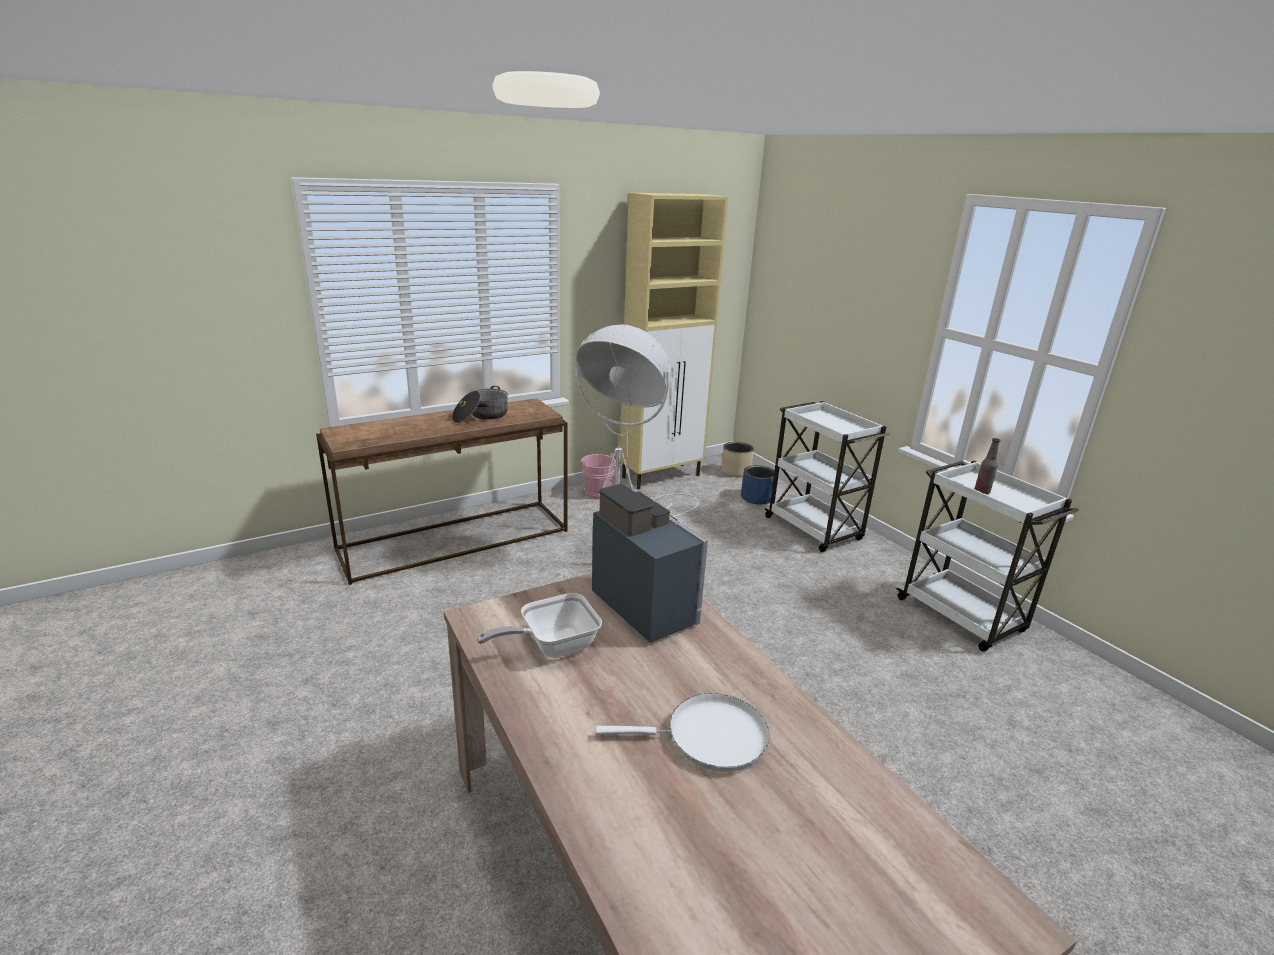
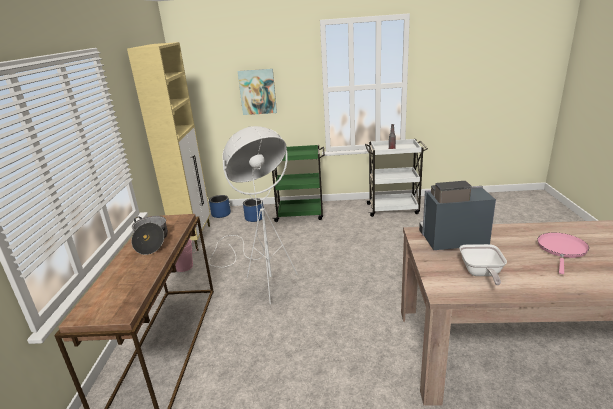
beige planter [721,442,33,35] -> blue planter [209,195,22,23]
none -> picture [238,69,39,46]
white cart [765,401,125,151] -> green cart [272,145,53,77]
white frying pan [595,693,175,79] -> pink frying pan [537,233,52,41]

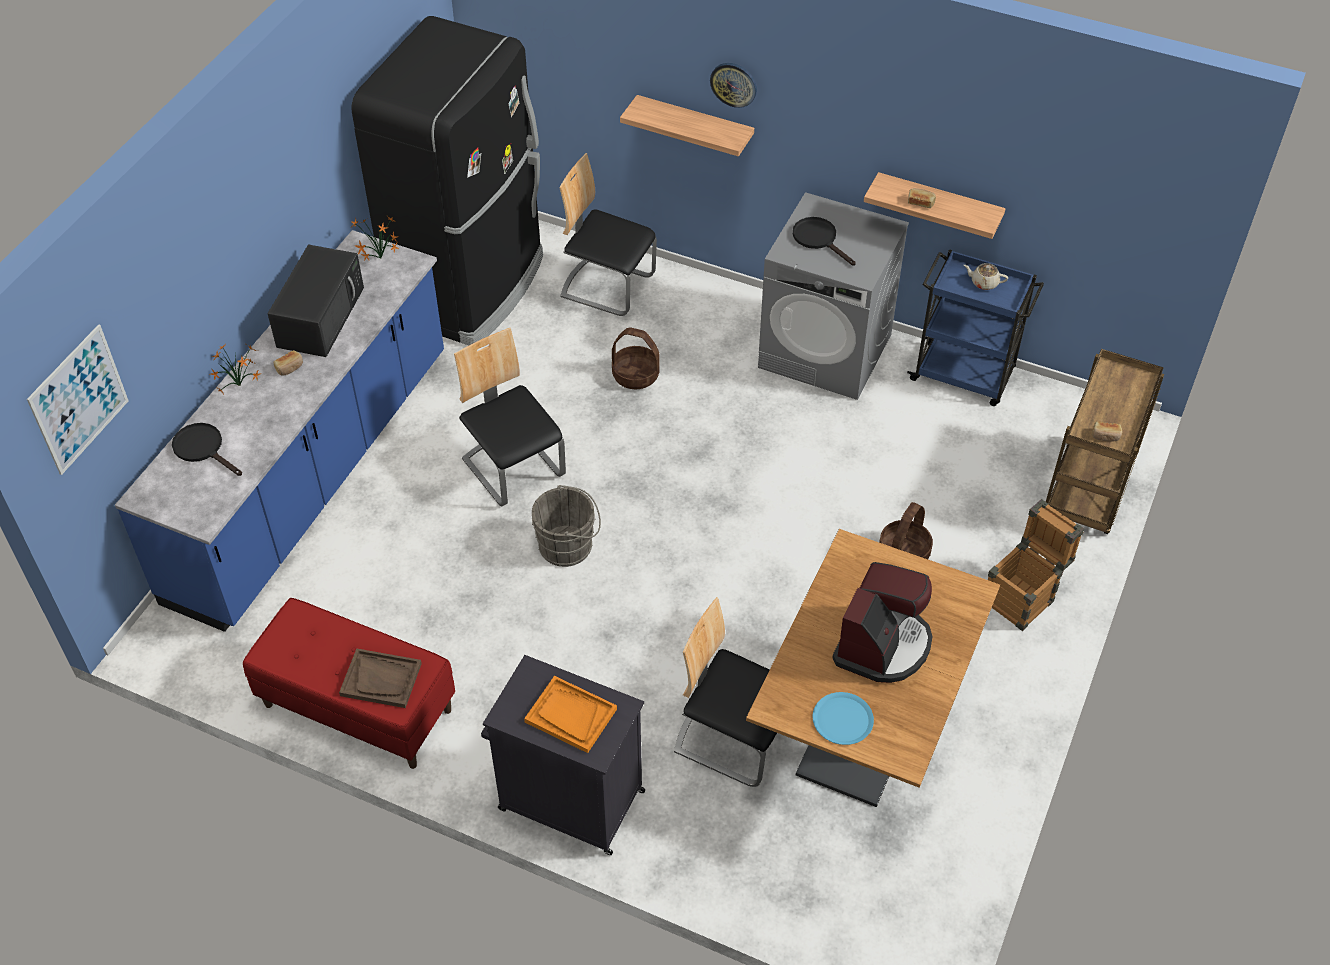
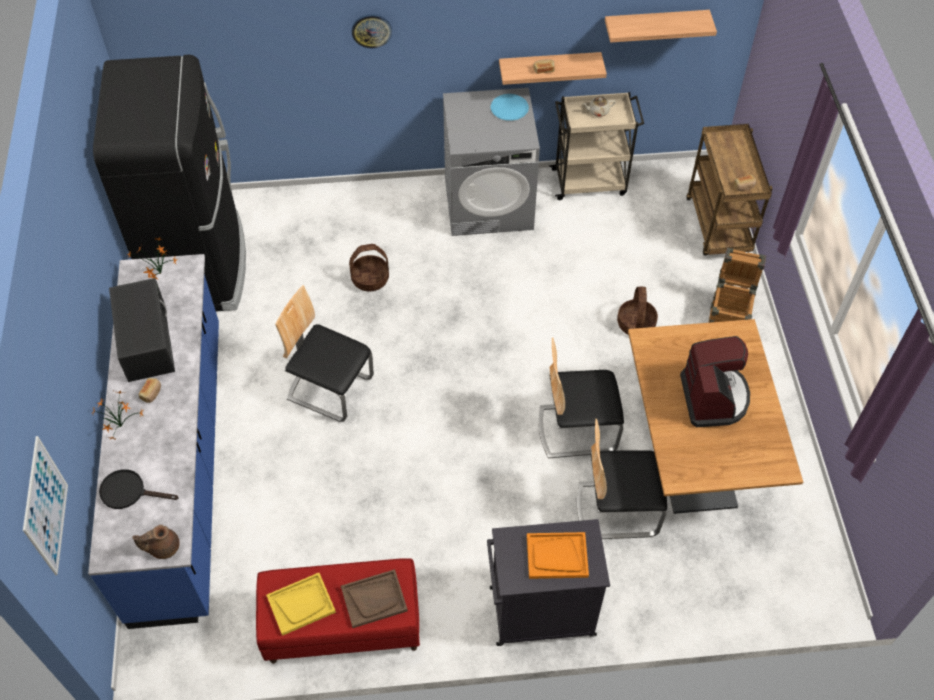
none -> brown teapot [133,525,47,34]
none -> yellow tray [266,573,70,63]
blue plate [813,692,61,53] -> blue plate [491,94,38,27], shifted
chair [559,153,98,163] -> chair [538,337,86,121], shifted
blue cart [907,249,137,157] -> beige cart [549,92,95,108]
shelf [620,95,134,61] -> shelf [605,10,112,33], shifted
grey bucket [532,485,69,82] -> none
black frying pan [793,217,63,48] -> none

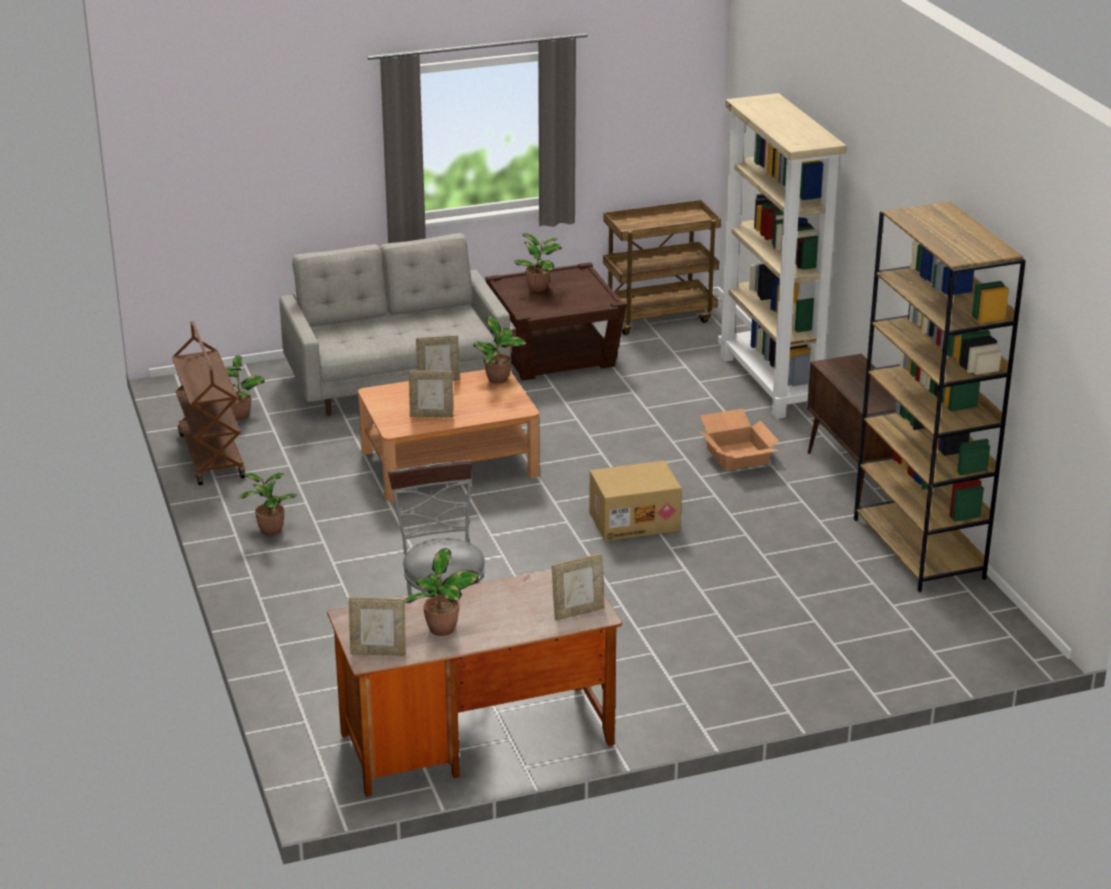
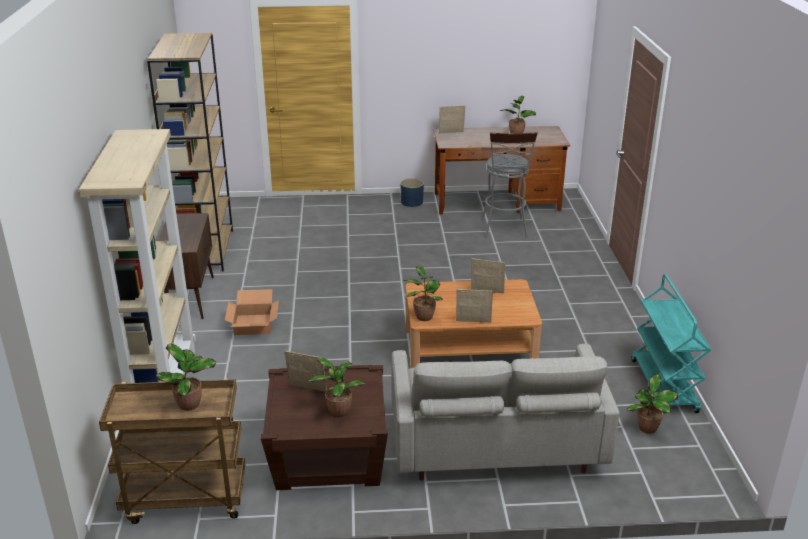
potted plant [238,473,59,63] -> potted plant [156,344,60,67], shifted
picture frame [349,597,57,59] -> picture frame [284,350,43,42], shifted
none -> blue planter [400,178,24,29]
brown cart [172,321,73,164] -> turquoise cart [632,274,79,139]
cardboard box [589,461,93,80] -> none

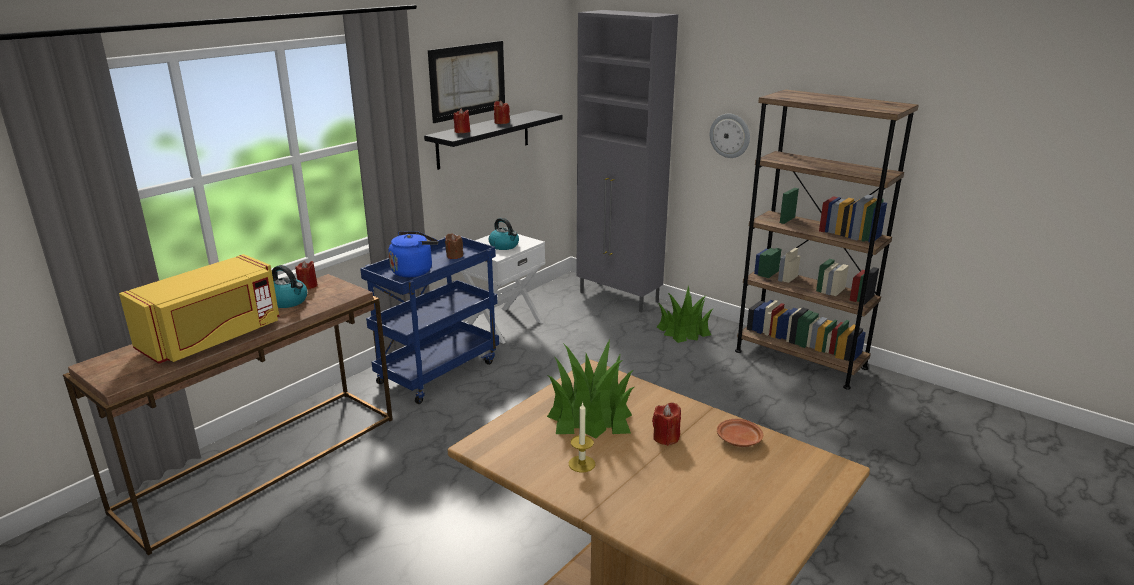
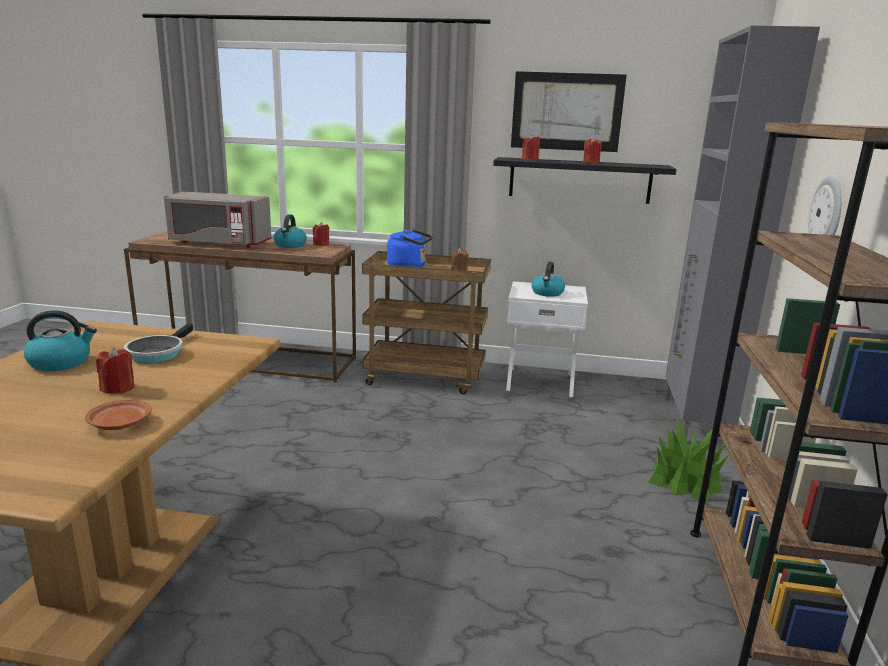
candle [569,402,26,70] -> kettle [24,310,73,61]
potted plant [547,339,87,99] -> frying pan [124,323,69,41]
yellow microwave [119,254,160,110] -> grey microwave [164,192,108,56]
blue cart [360,235,139,169] -> brown cart [362,251,129,143]

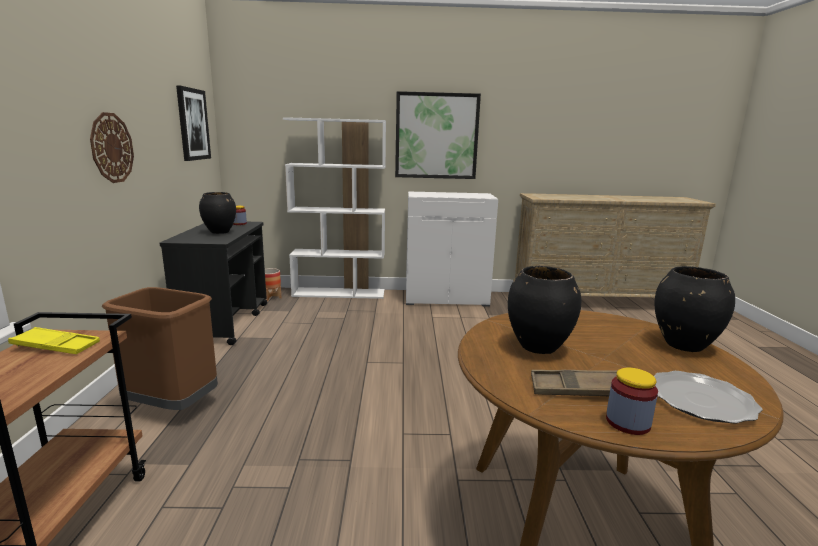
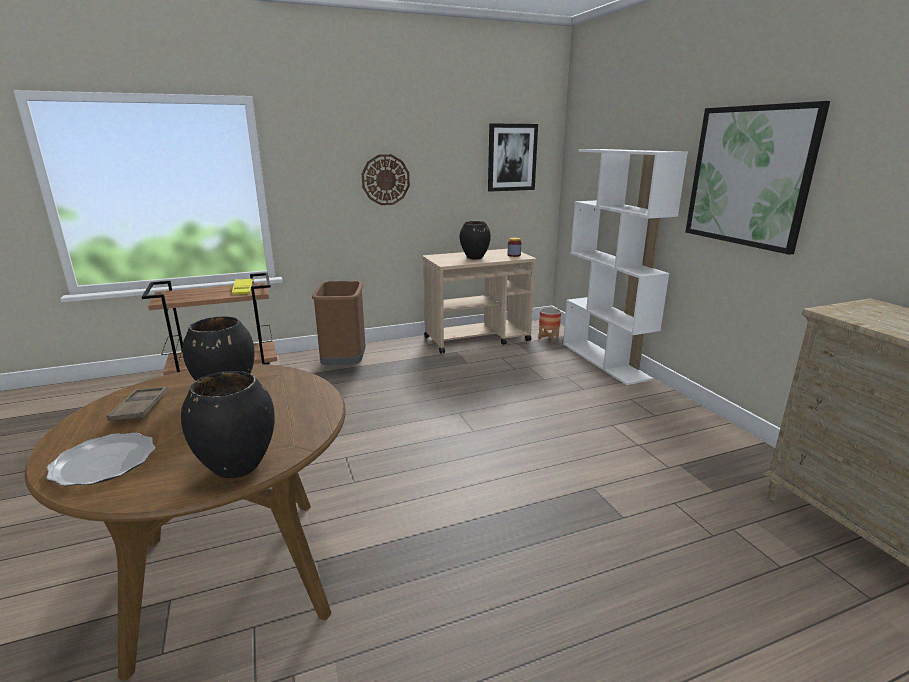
black cart [160,222,108,123] -> beige cart [423,249,114,105]
white cabinet [406,191,92,116] -> none
jar [606,367,52,68] -> none

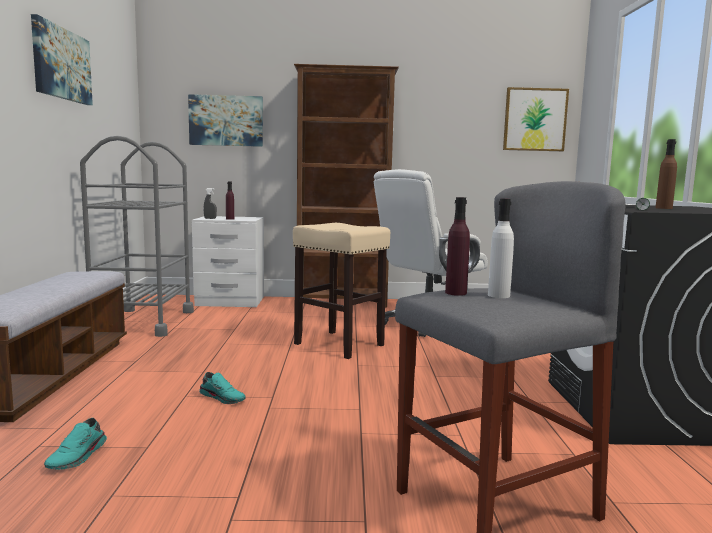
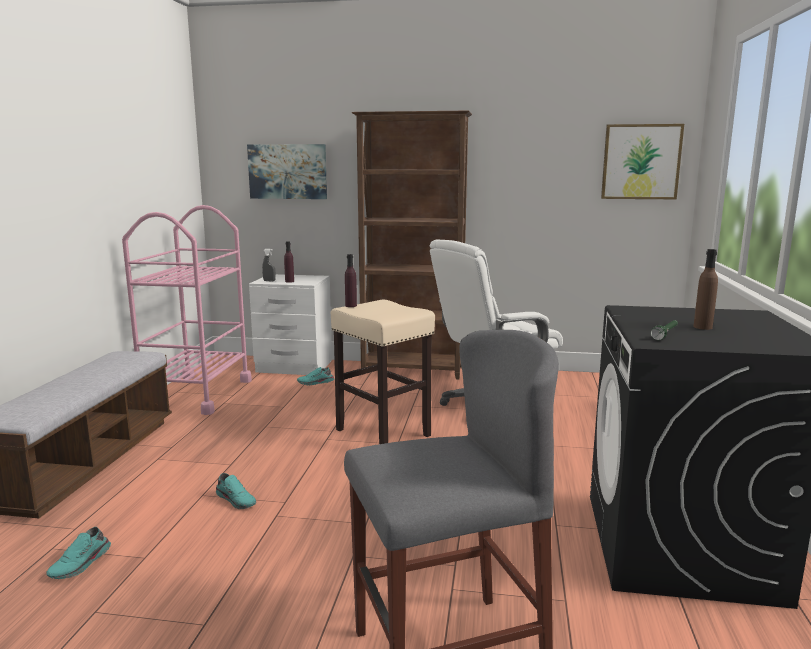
grey cart [80,136,114,201] -> pink cart [122,205,130,210]
none -> turquoise shoe [297,367,38,18]
purple bottle [445,197,25,99] -> purple bottle [345,254,12,53], shifted
picture [31,14,62,91] -> none
white bottle [488,198,26,100] -> none

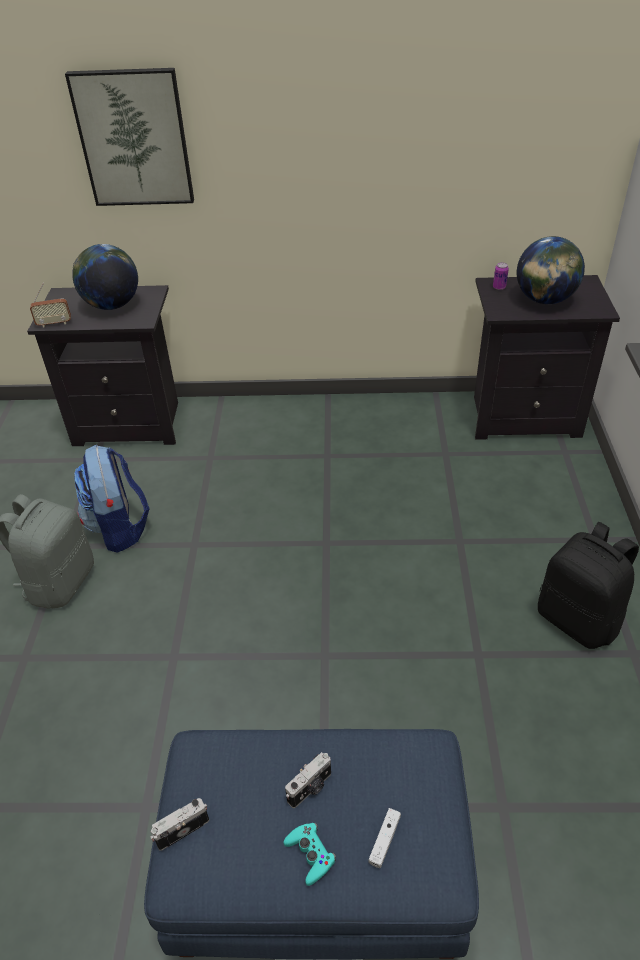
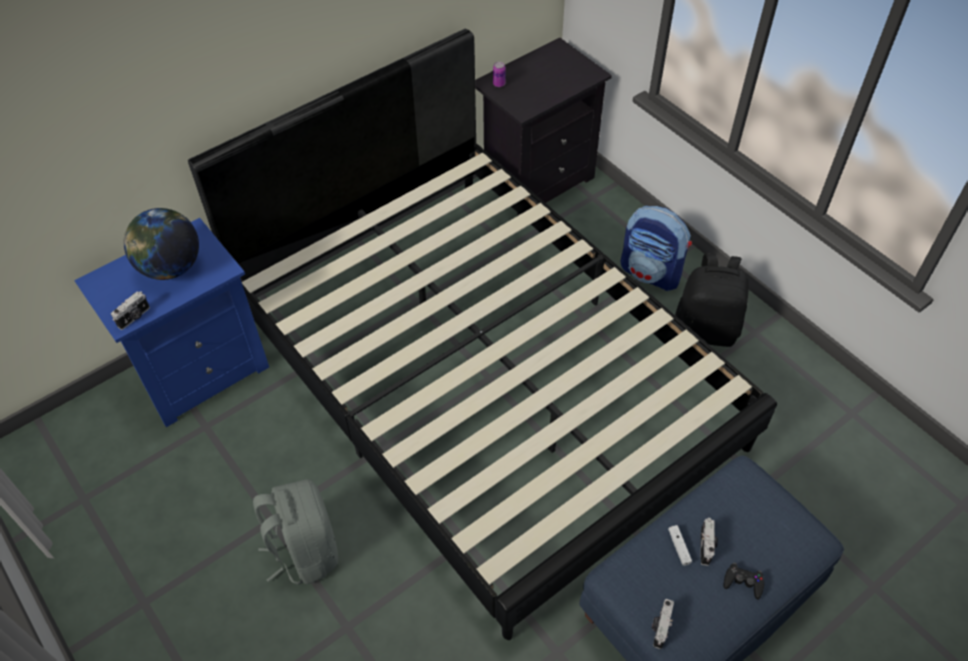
black nightstand [27,285,151,161] -> blue nightstand [74,218,195,209]
radio [30,283,41,44] -> photo camera [111,291,39,39]
none -> black bed [188,29,589,611]
backpack [74,445,76,108] -> backpack [620,206,72,85], shifted
white game controller [368,808,33,60] -> white game controller [668,525,24,41], shifted
turquoise game controller [283,823,53,63] -> black game controller [723,563,41,37]
picture [65,68,129,138] -> none
globe [517,236,68,68] -> none

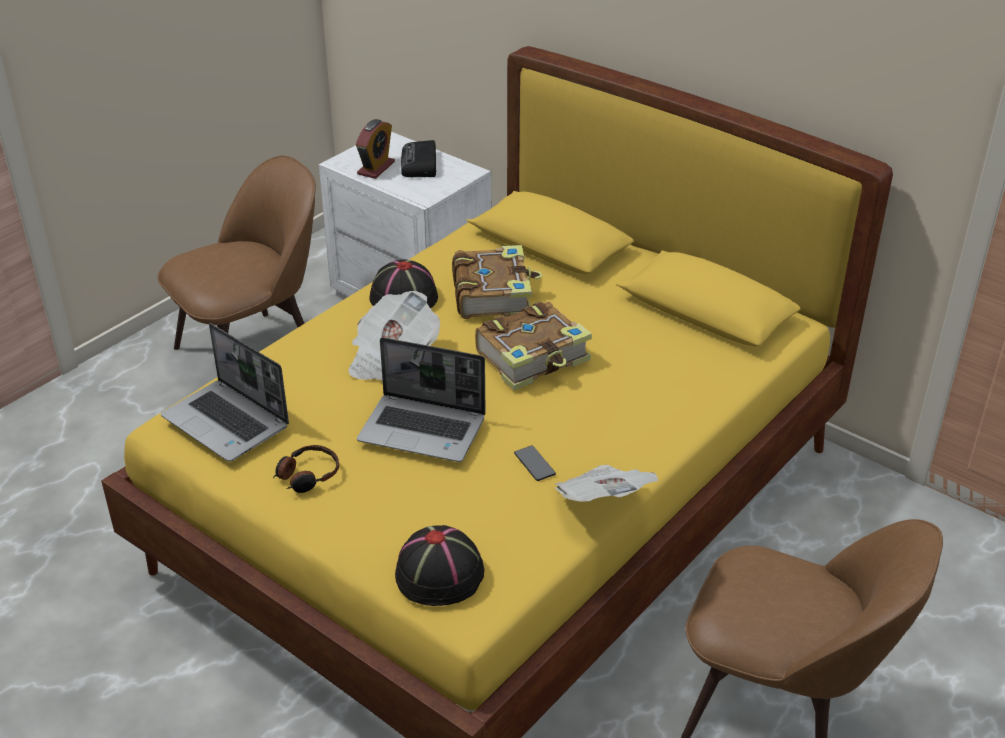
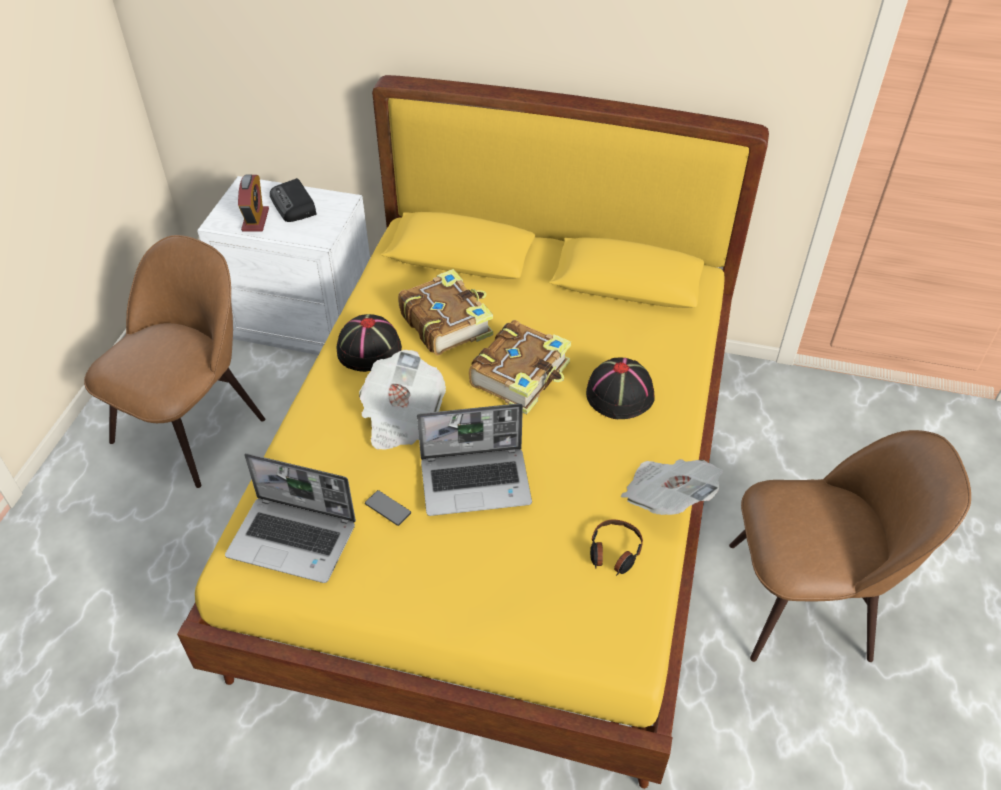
phone [514,445,42,36] -> phone [365,490,46,36], shifted
black hat [395,525,90,81] -> black hat [586,358,69,61], shifted
headphones [273,445,66,48] -> headphones [590,520,53,56], shifted

